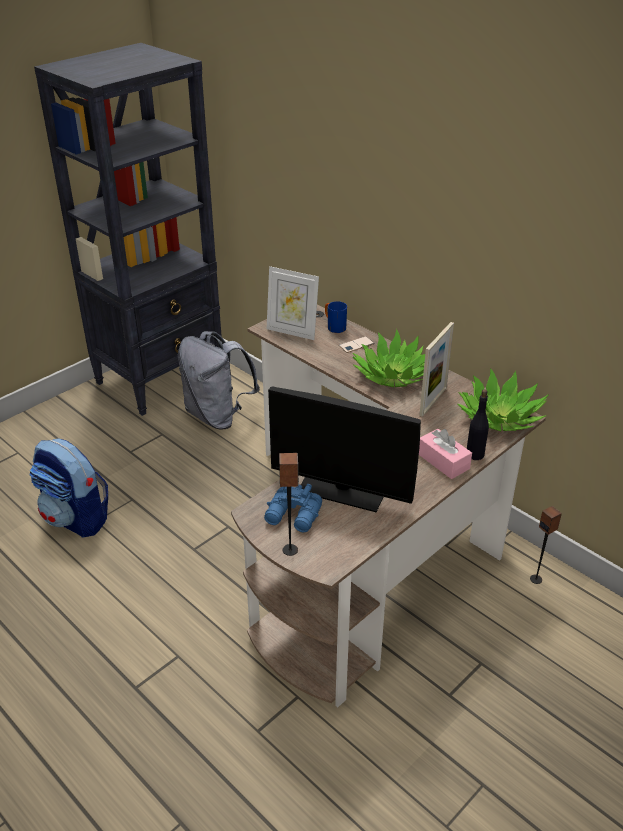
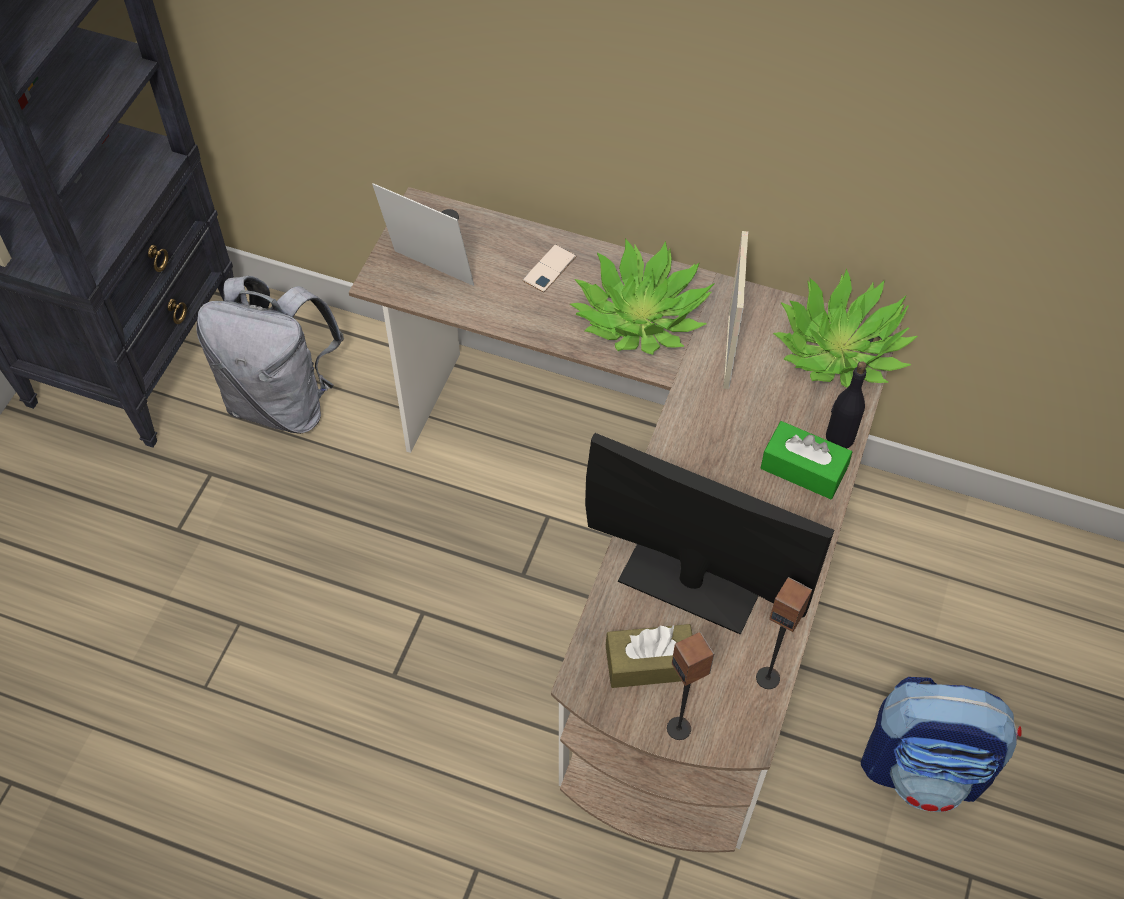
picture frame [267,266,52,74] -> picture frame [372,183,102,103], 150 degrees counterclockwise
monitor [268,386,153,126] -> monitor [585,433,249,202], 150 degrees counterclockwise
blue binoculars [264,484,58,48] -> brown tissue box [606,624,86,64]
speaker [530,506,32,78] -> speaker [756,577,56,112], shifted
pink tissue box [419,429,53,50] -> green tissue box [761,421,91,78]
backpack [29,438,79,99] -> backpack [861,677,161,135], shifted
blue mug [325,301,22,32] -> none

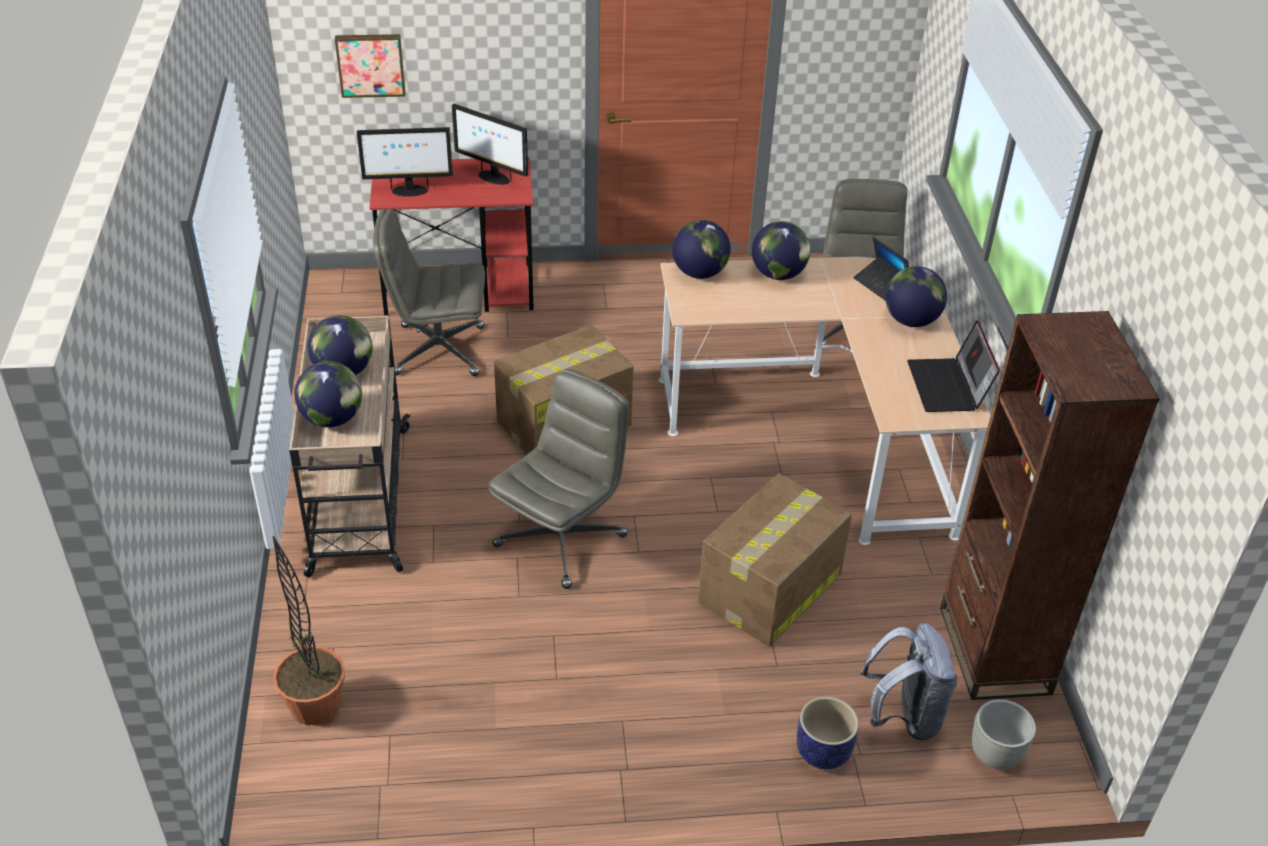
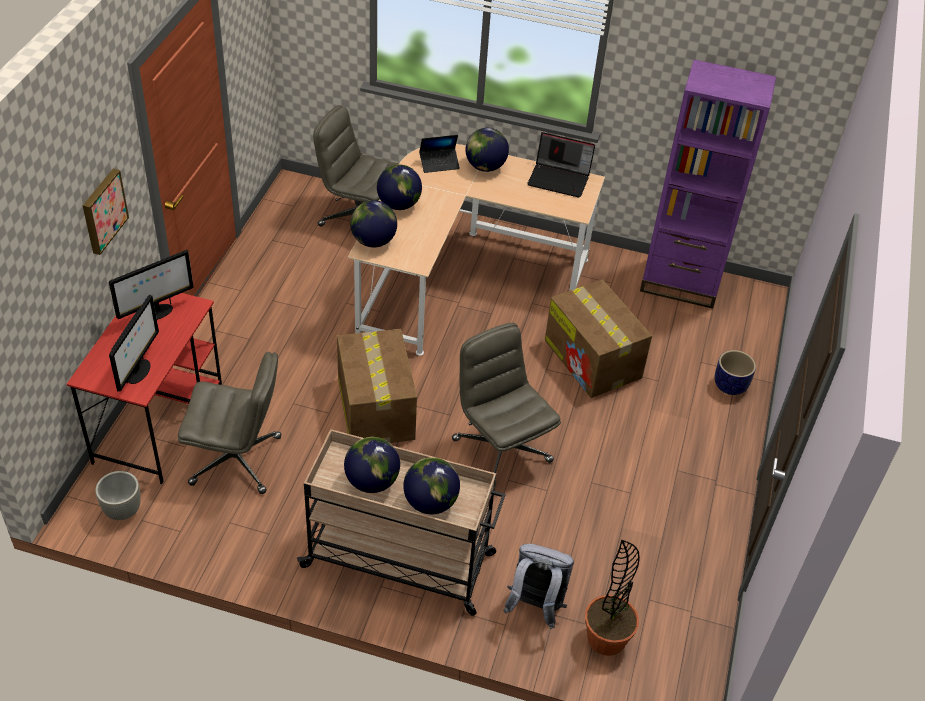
picture [335,34,70,64] -> picture [82,169,47,86], shifted
grey planter [972,699,64,70] -> grey planter [95,471,46,49], shifted
grey office chair [373,209,112,167] -> grey office chair [178,352,103,142], 105 degrees counterclockwise
grey backpack [860,623,97,118] -> grey backpack [503,544,71,85], shifted
brown bookcase [940,311,220,389] -> purple bookcase [640,59,137,250]

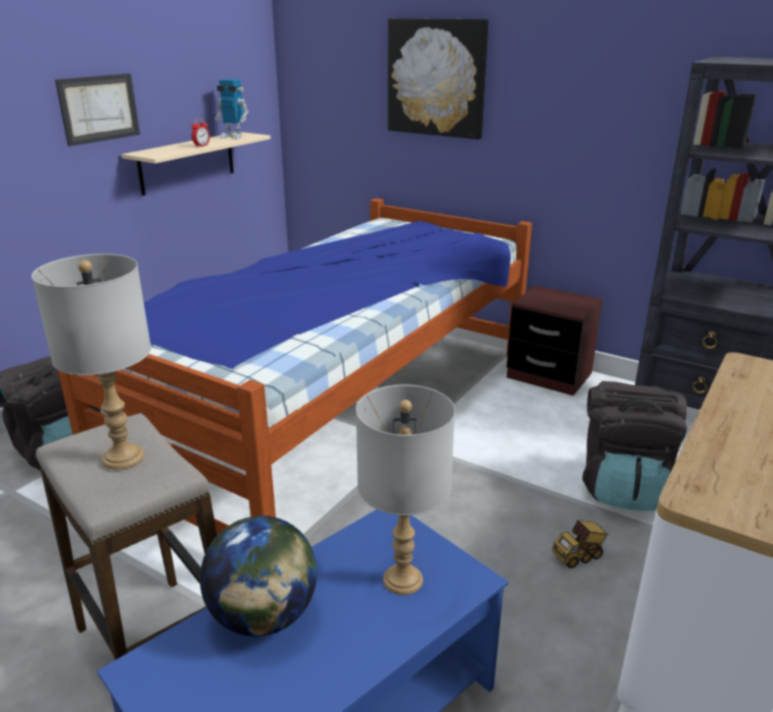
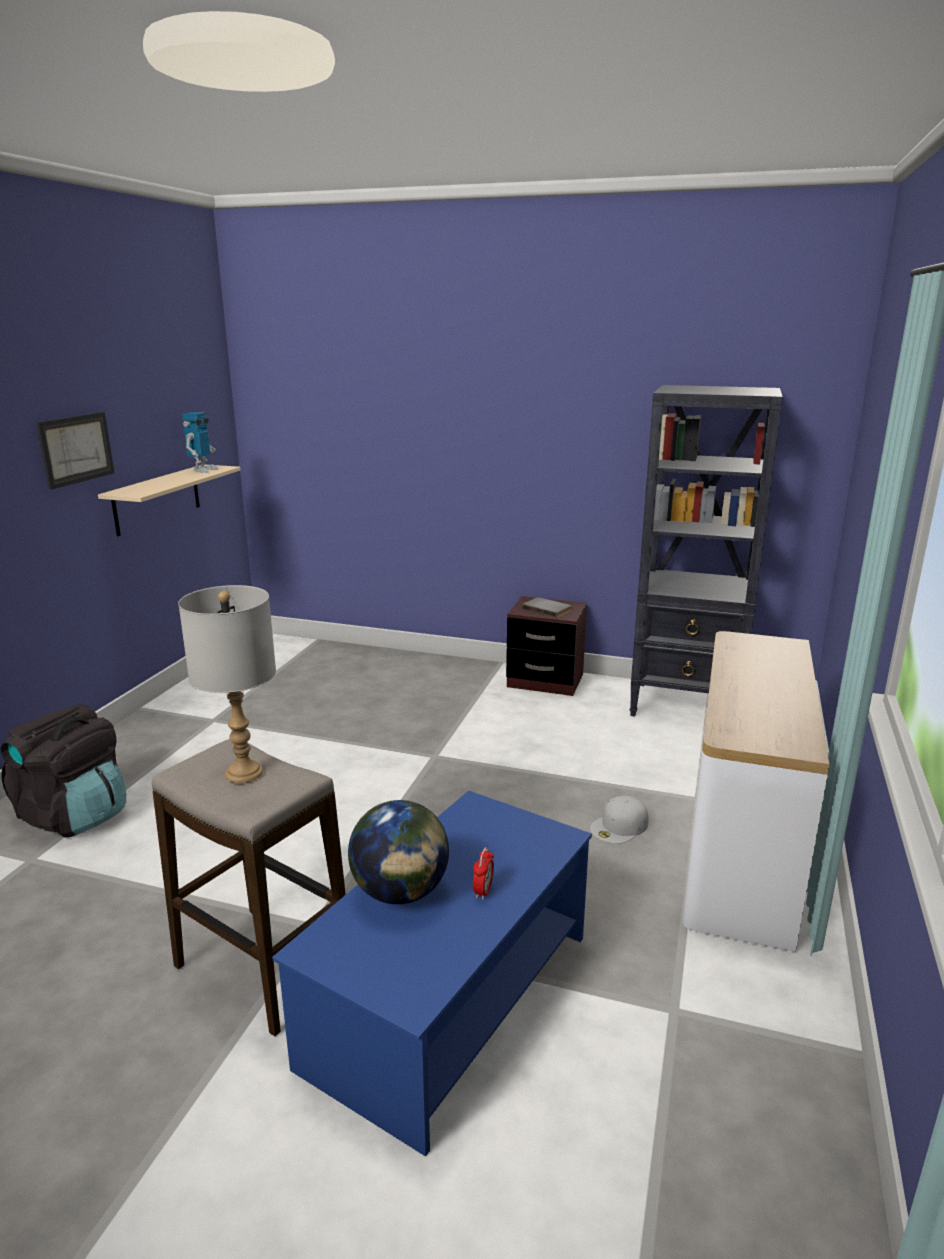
toy robot [215,79,33,60] -> toy robot [182,412,37,61], 75 degrees counterclockwise
alarm clock [191,118,19,30] -> alarm clock [473,847,21,53], shifted
none -> grey book [522,597,49,20]
toy truck [552,520,56,48] -> white cap [590,796,58,48]
bed [58,198,474,337] -> none
grey table lamp [356,385,99,210] -> none
picture [388,18,101,121] -> none
black backpack [582,381,105,130] -> none

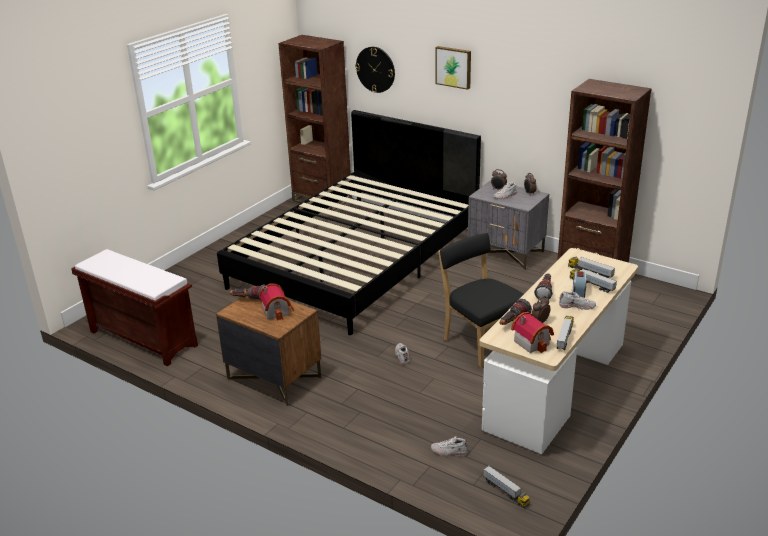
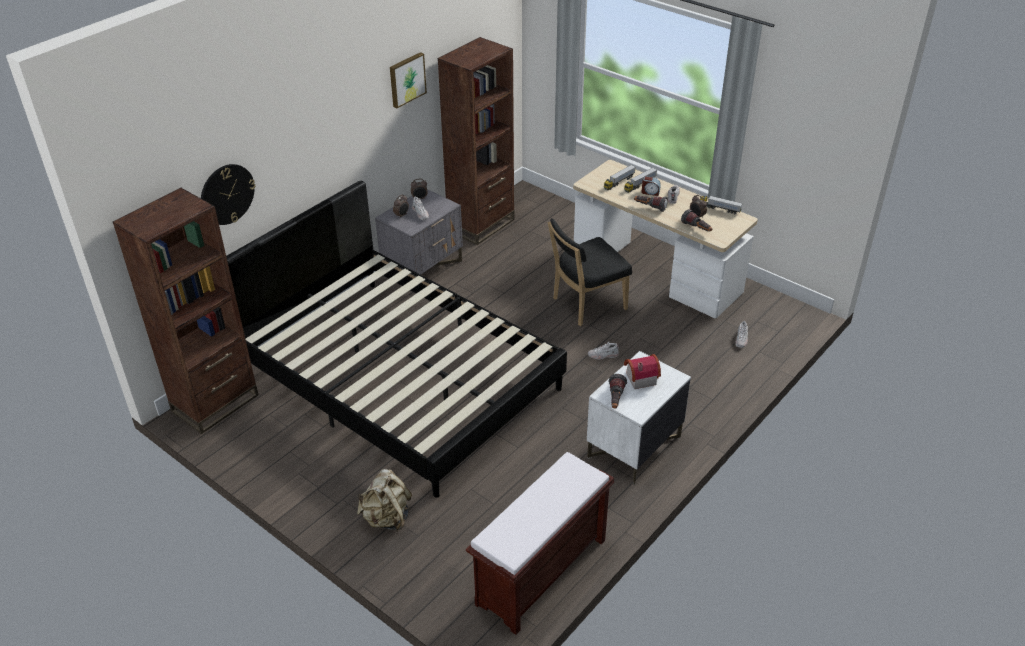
none -> beige backpack [357,469,55,63]
picture [436,46,35,44] -> picture [390,52,37,56], shifted
brown nightstand [216,296,105,110] -> white nightstand [587,351,104,134]
toy truck [483,466,47,42] -> none
toy house [511,312,43,41] -> none

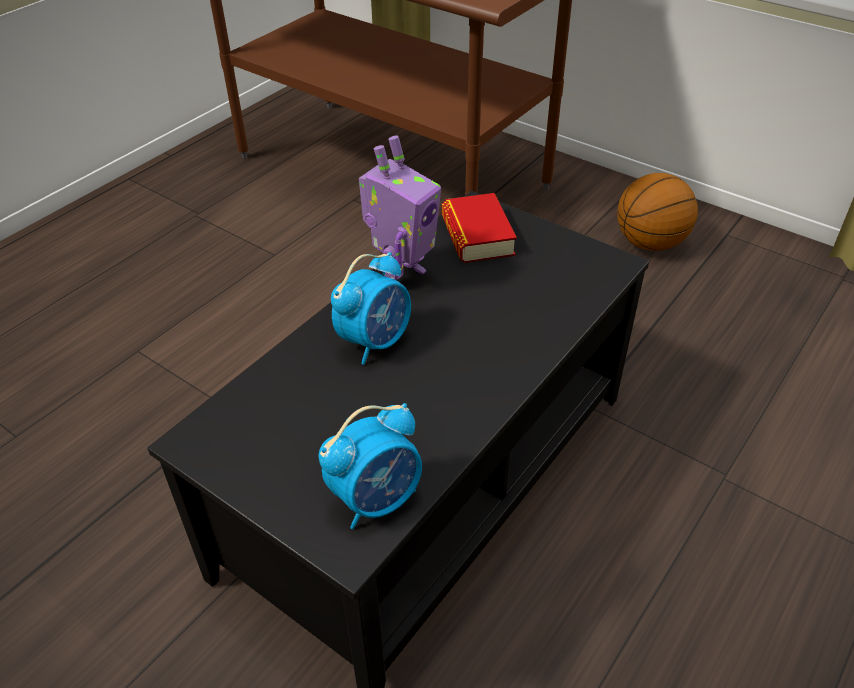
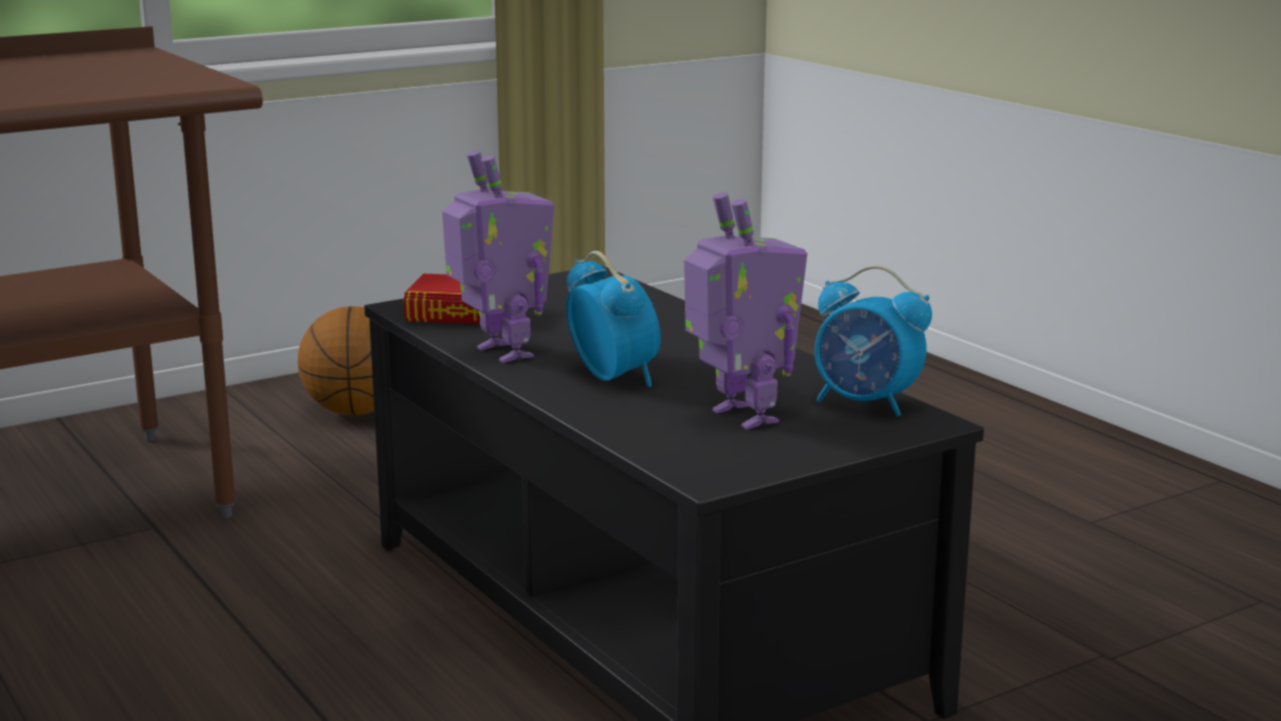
none -> toy robot [684,192,123,237]
alarm clock [319,403,103,126] -> alarm clock [815,265,117,151], 135 degrees clockwise

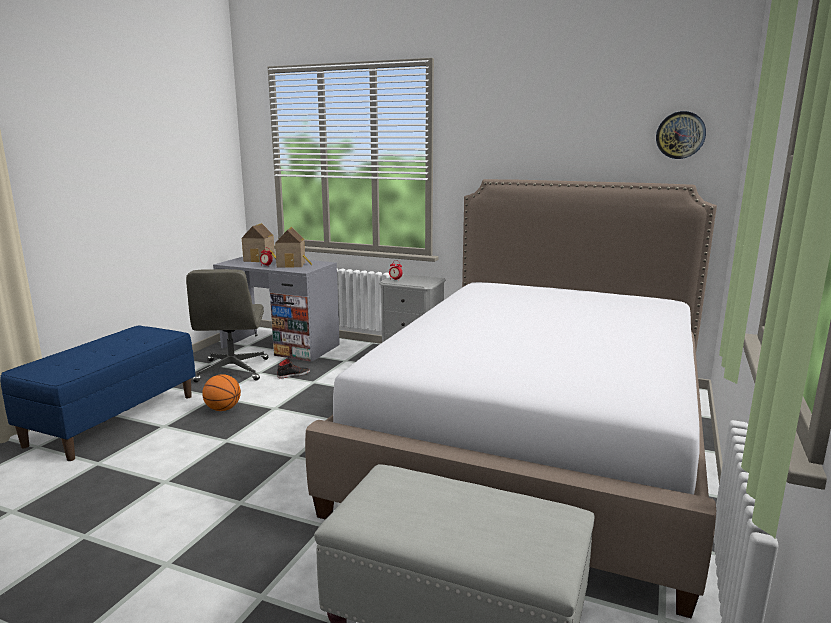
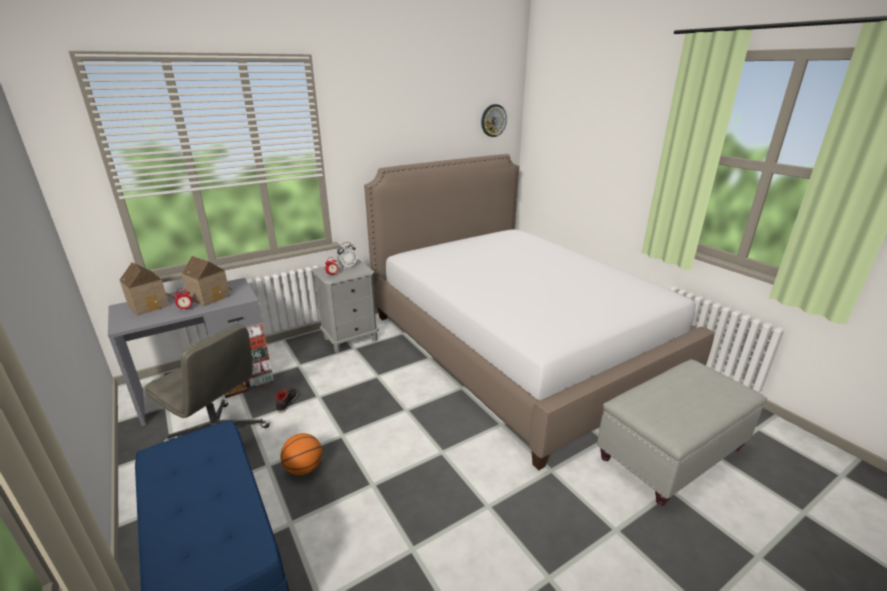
none -> alarm clock [337,242,20,27]

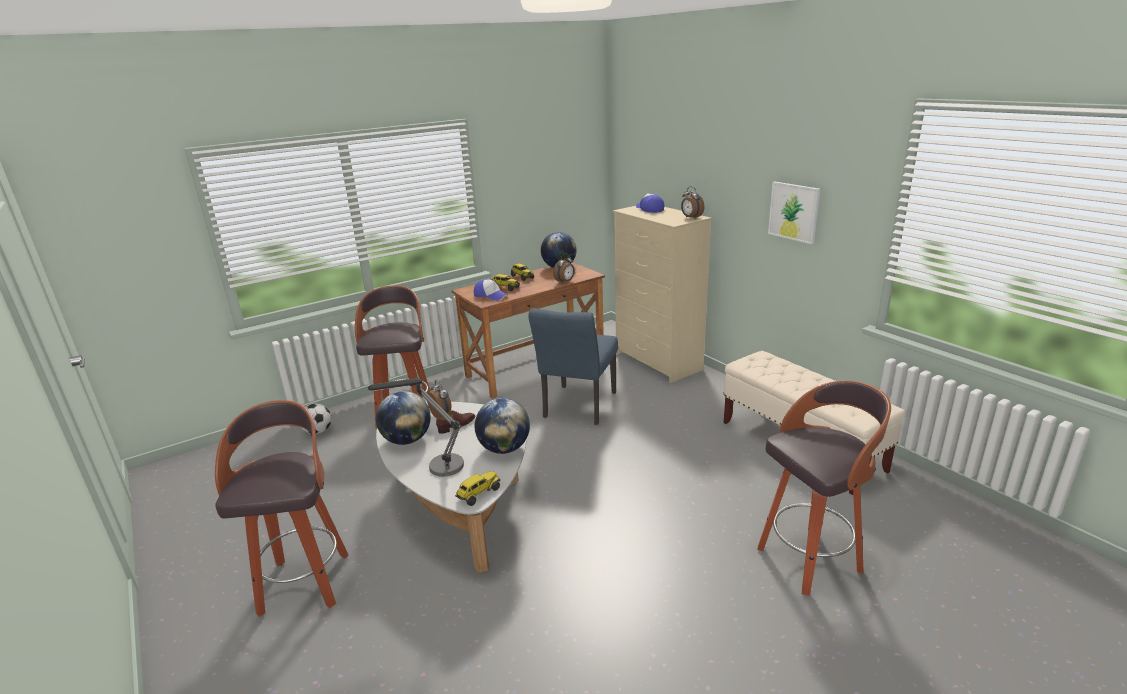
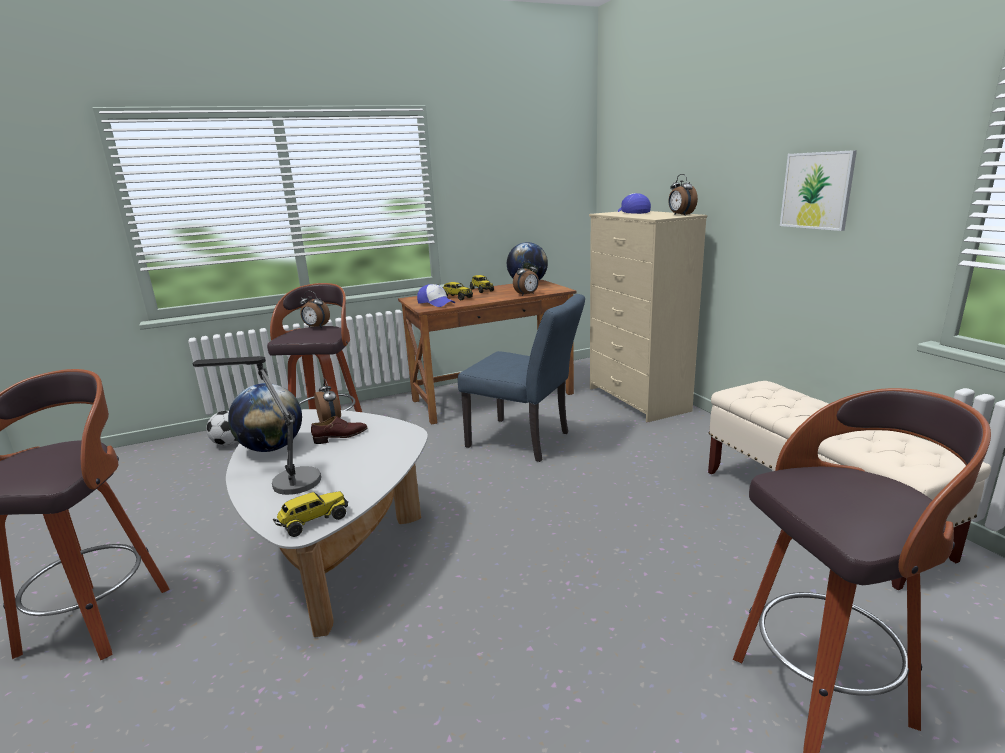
none -> alarm clock [300,291,30,37]
blue chair [528,308,90,117] -> blue chair [458,294,127,168], 90 degrees counterclockwise
globe [475,398,55,56] -> none

